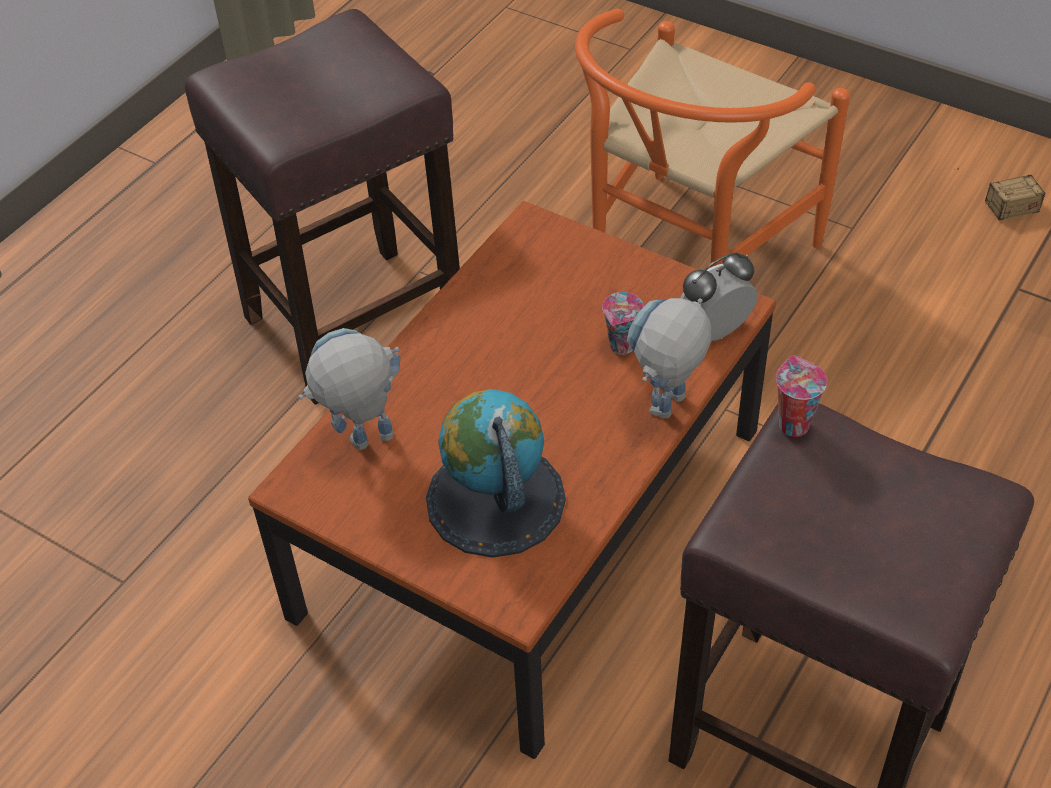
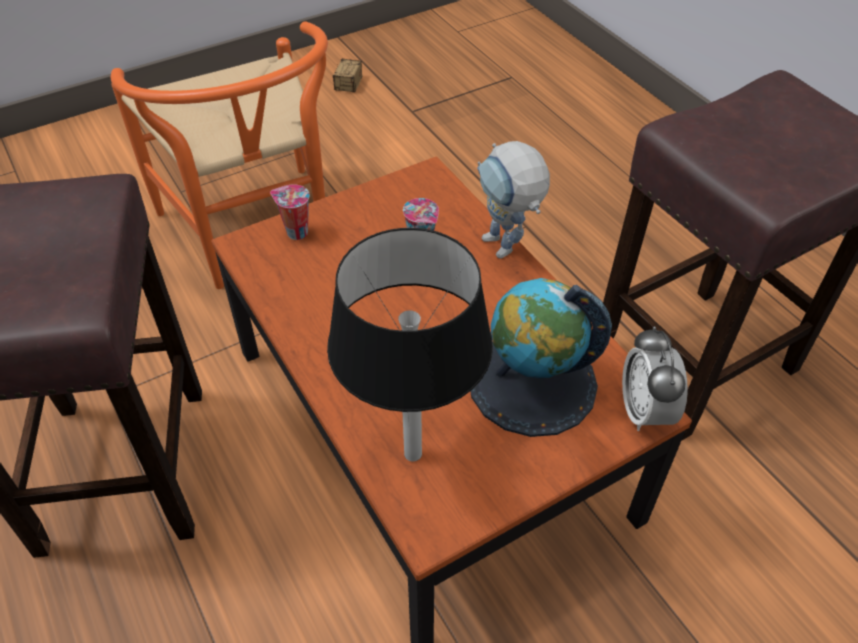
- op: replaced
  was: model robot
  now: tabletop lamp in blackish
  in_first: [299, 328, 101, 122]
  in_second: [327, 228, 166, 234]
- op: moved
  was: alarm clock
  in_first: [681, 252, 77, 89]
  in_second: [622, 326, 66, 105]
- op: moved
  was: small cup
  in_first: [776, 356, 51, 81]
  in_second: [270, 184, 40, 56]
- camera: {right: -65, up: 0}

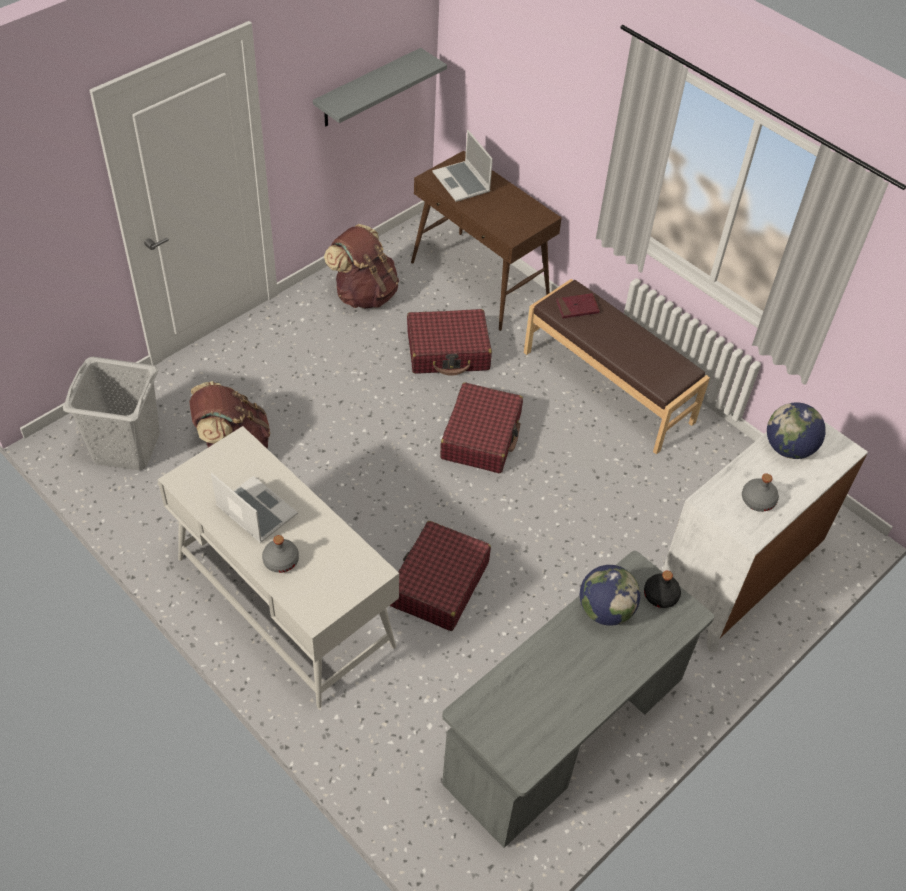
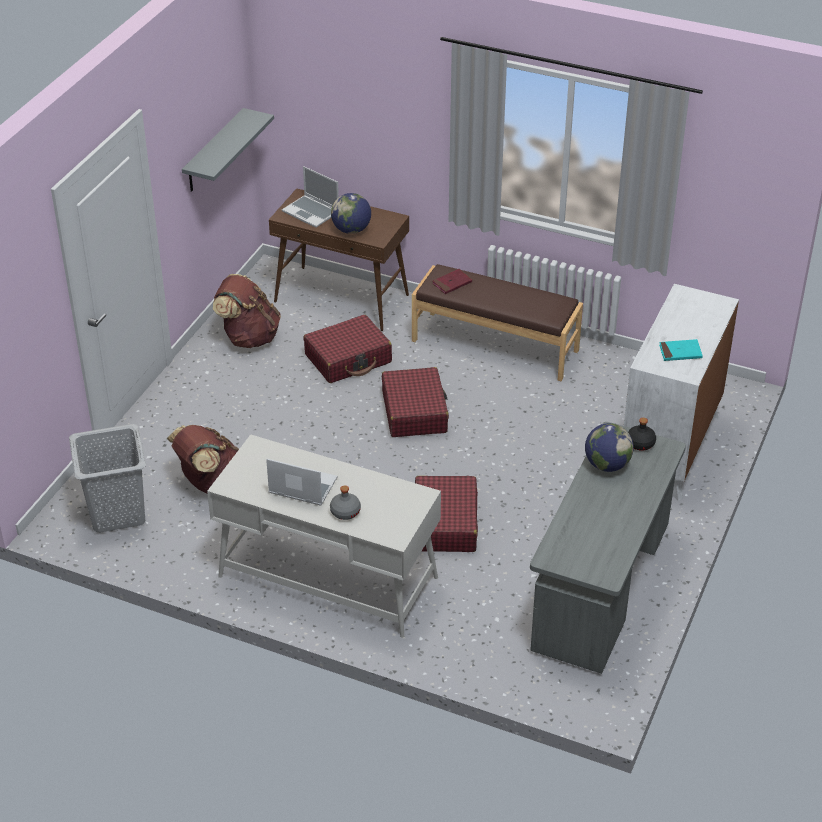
- op: replaced
  was: drink bottle in gray
  now: bound book in turquoise
  in_first: [742, 473, 37, 39]
  in_second: [659, 339, 43, 22]
- op: moved
  was: globe
  in_first: [767, 402, 59, 57]
  in_second: [331, 193, 40, 41]
- camera: {right: -20, up: -10}

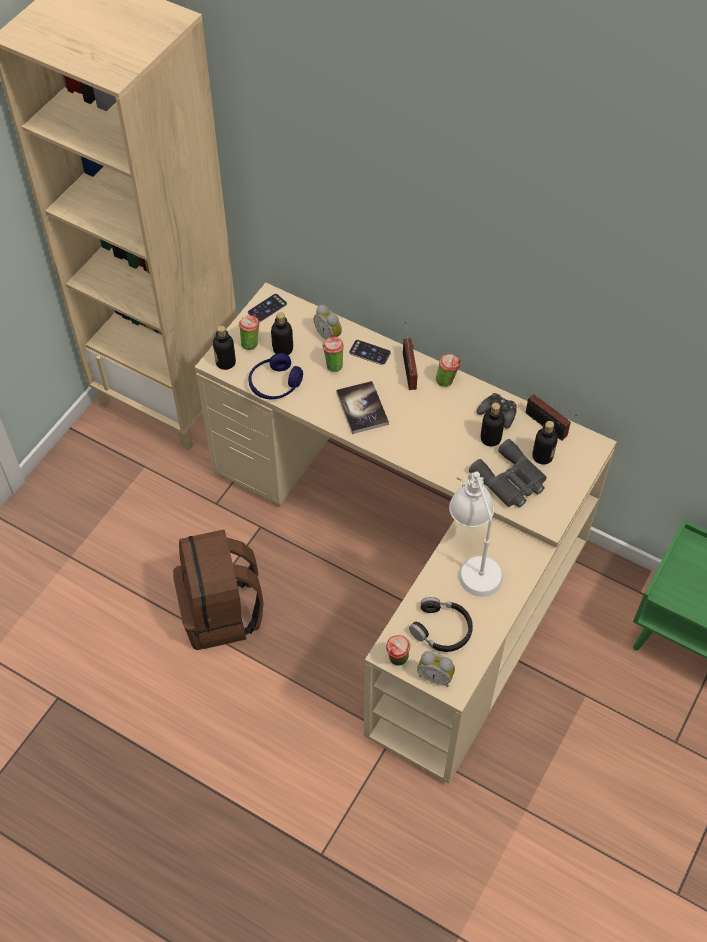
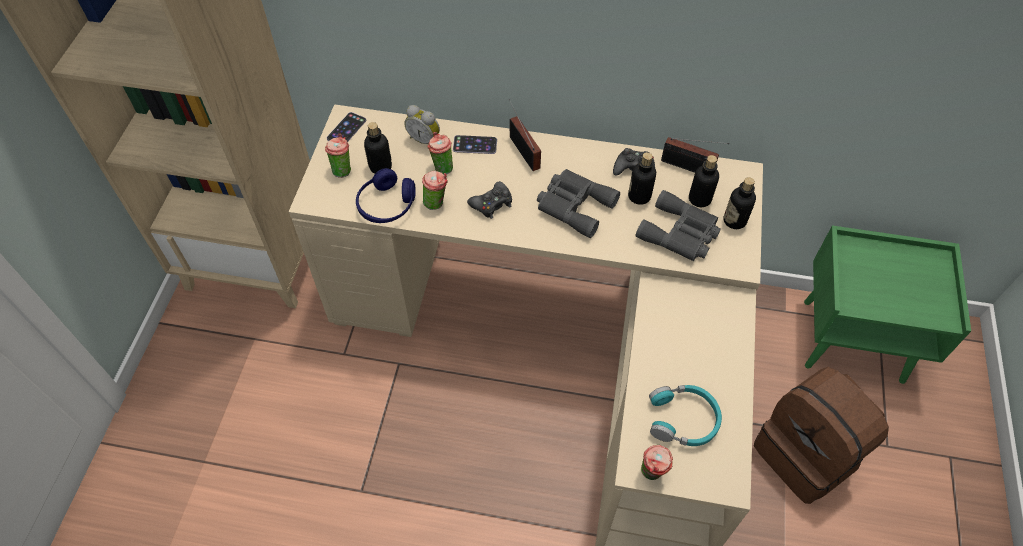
- op: moved
  was: knapsack in brown-coloured
  in_first: [173, 530, 91, 120]
  in_second: [754, 367, 135, 137]
- op: moved
  was: drink bottle
  in_first: [213, 326, 23, 44]
  in_second: [723, 177, 33, 52]
- op: replaced
  was: bound book
  now: gamepad in blackish
  in_first: [336, 381, 53, 53]
  in_second: [467, 181, 45, 38]
- op: recoloured
  was: headset in blackish
  now: headset in turquoise
  in_first: [409, 597, 64, 55]
  in_second: [649, 385, 73, 61]
- op: removed
  was: alarm clock
  in_first: [417, 651, 38, 36]
- op: moved
  was: small cup
  in_first: [436, 354, 25, 33]
  in_second: [422, 171, 26, 39]
- op: removed
  was: tabletop lamp in white-coloured
  in_first: [449, 472, 54, 125]
- op: added
  now: field glasses in gray
  in_second: [537, 169, 83, 69]
- camera: {right: -20, up: 0}

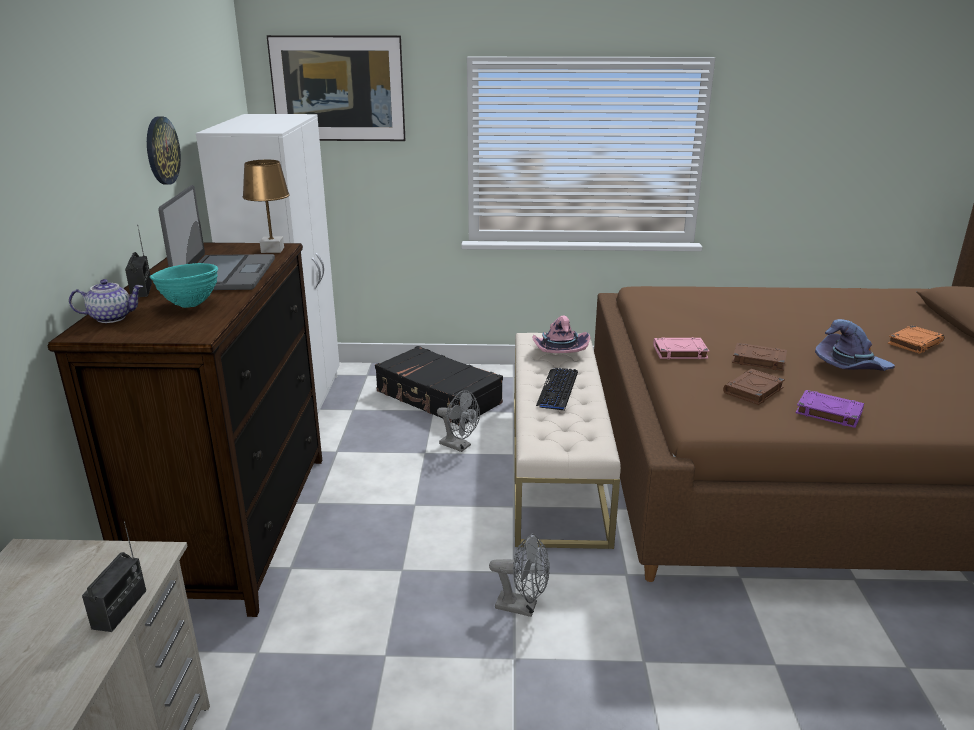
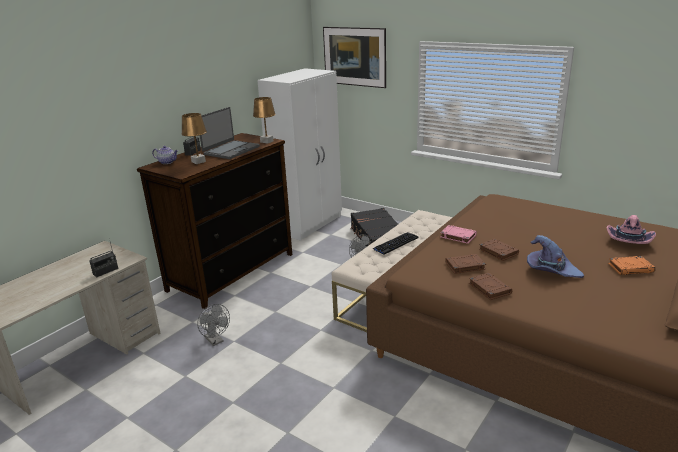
- op: removed
  was: clock on the wall
  in_first: [147, 116, 34, 68]
- op: replaced
  was: bowl in turquoise
  now: tabletop lamp in brown-coloured
  in_first: [150, 263, 68, 45]
  in_second: [181, 113, 26, 51]
- op: moved
  was: electric fan in gray
  in_first: [489, 534, 61, 83]
  in_second: [197, 304, 33, 42]
- op: moved
  was: hat in pink
  in_first: [532, 316, 58, 37]
  in_second: [607, 215, 49, 29]
- op: recoloured
  was: bound book in purple-coloured
  now: bound book in brown-coloured
  in_first: [796, 390, 68, 38]
  in_second: [469, 273, 43, 27]
- camera: {right: 35, up: 0}

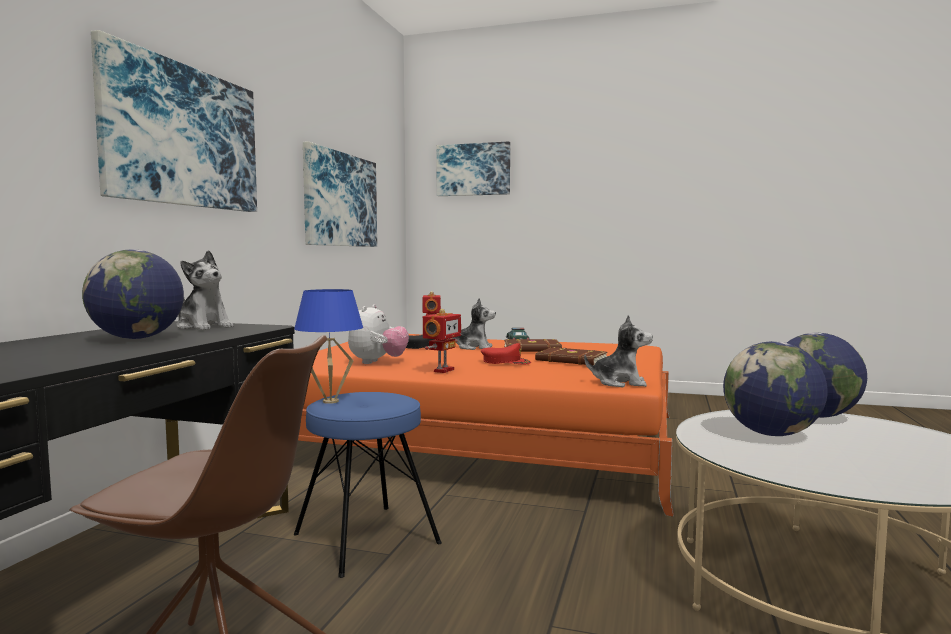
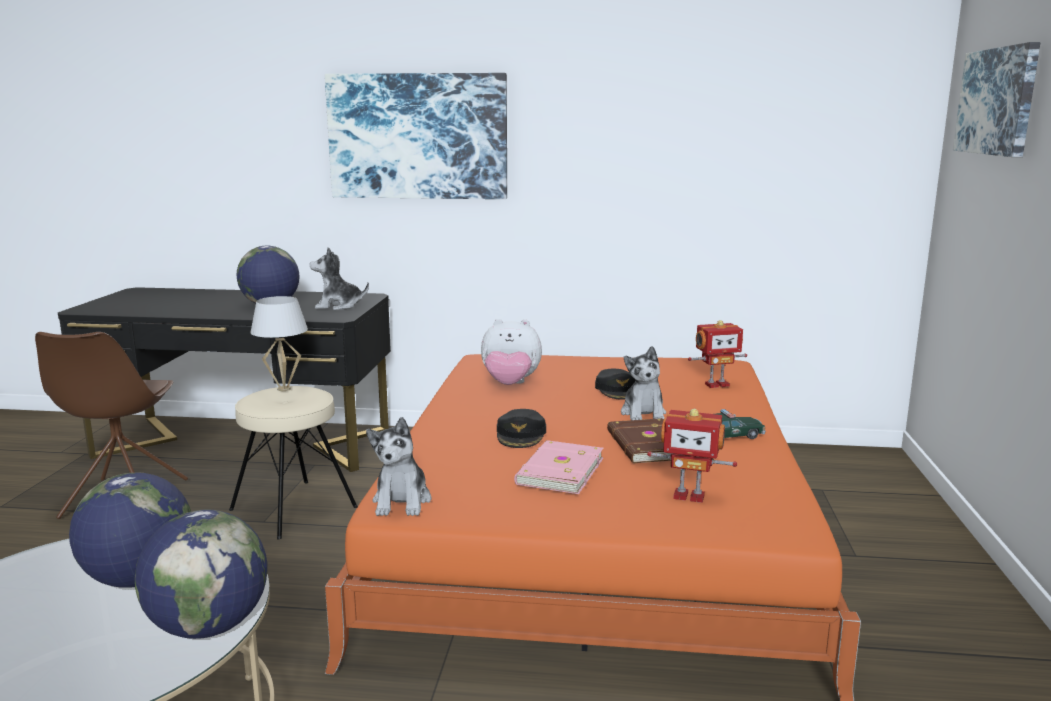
- op: turned
  was: soft toy
  in_first: [176, 250, 58, 80]
  in_second: [310, 247, 59, 63]
  clockwise: 60
- op: recoloured
  was: tabletop lamp in blue
  now: tabletop lamp in white-coloured
  in_first: [294, 289, 69, 115]
  in_second: [250, 296, 58, 95]
- op: recoloured
  was: sitting stool in blue
  now: sitting stool in sand-coloured
  in_first: [294, 392, 148, 186]
  in_second: [229, 386, 129, 153]
- op: removed
  was: wall picture
  in_first: [303, 141, 74, 106]
- op: moved
  was: model robot
  in_first: [423, 309, 38, 64]
  in_second: [647, 409, 90, 94]
- op: recoloured
  was: peaked cap in red
  now: peaked cap in blackish
  in_first: [481, 343, 50, 21]
  in_second: [497, 409, 49, 39]
- op: recoloured
  was: bound book in brown-coloured
  now: bound book in pink
  in_first: [535, 347, 72, 19]
  in_second: [514, 440, 89, 54]
- camera: {right: 80, up: 10}

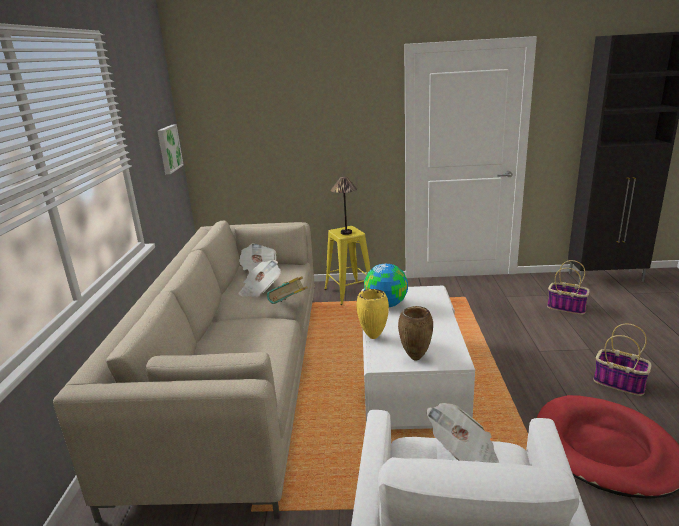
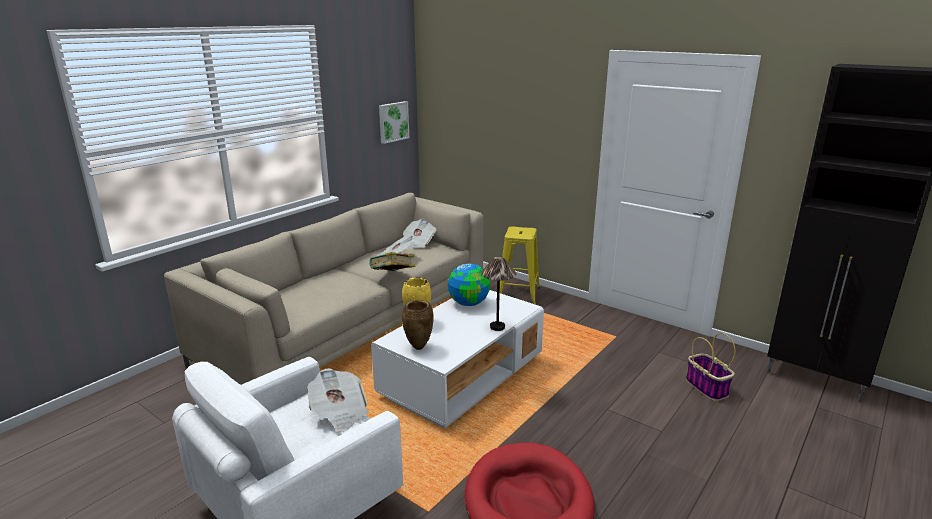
- op: moved
  was: tabletop lamp
  in_first: [331, 177, 26, 58]
  in_second: [481, 256, 35, 75]
- op: removed
  was: basket
  in_first: [594, 323, 58, 73]
- camera: {right: 35, up: 0}

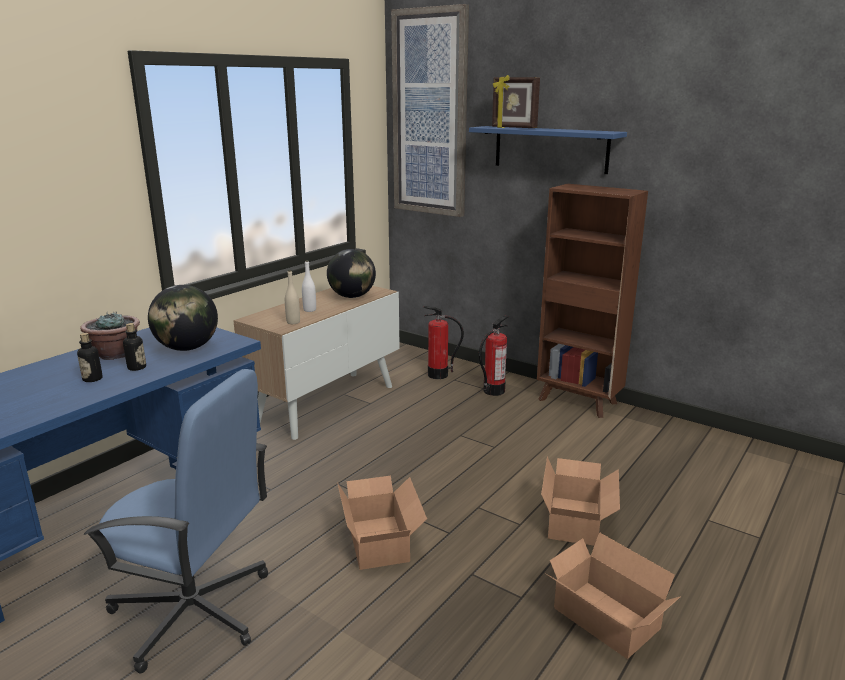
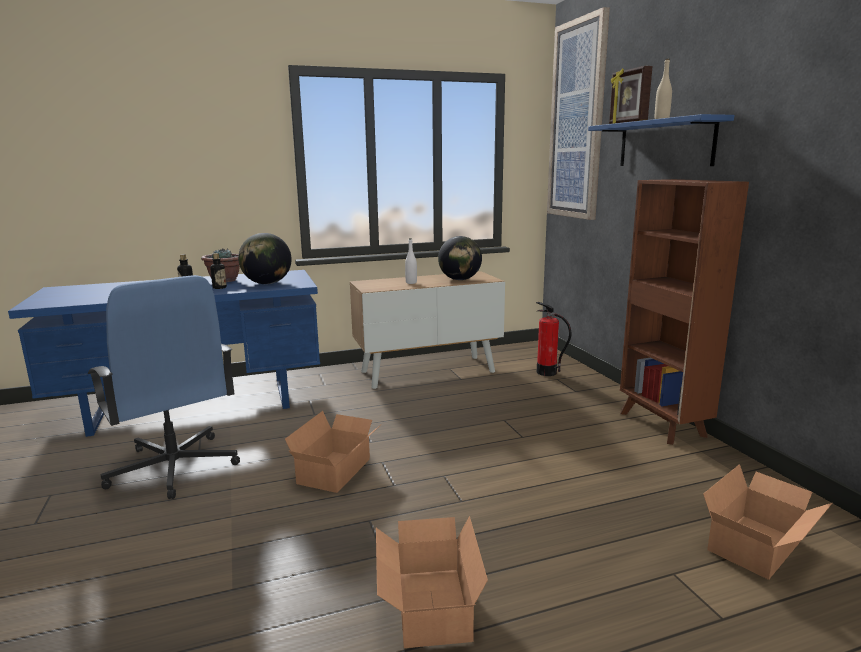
- op: moved
  was: drink bottle in sand-coloured
  in_first: [285, 270, 15, 54]
  in_second: [655, 59, 17, 60]
- op: removed
  was: fire extinguisher
  in_first: [479, 316, 29, 80]
- op: moved
  was: carton
  in_first: [541, 456, 79, 90]
  in_second: [703, 464, 129, 116]
- camera: {right: 35, up: -5}

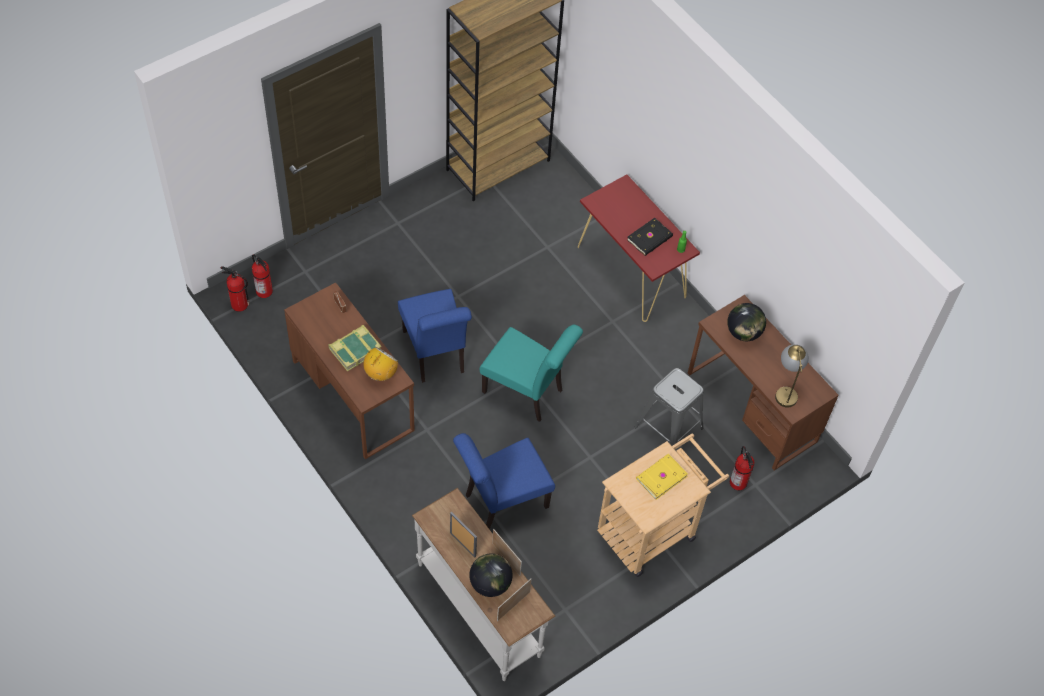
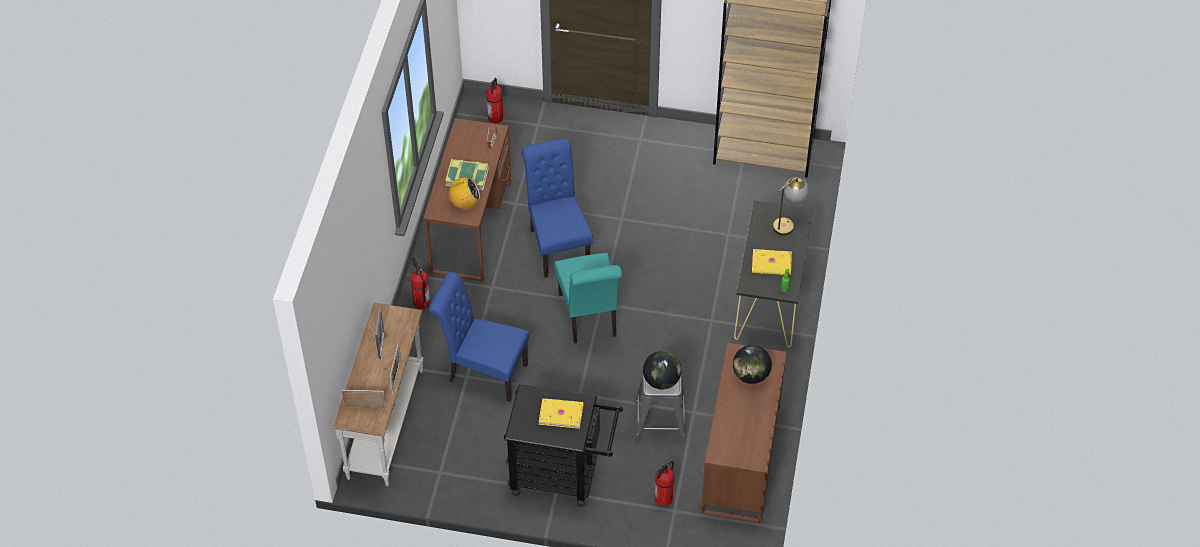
- op: moved
  was: fire extinguisher
  in_first: [220, 266, 30, 46]
  in_second: [411, 257, 19, 52]
- op: turned
  was: plain chair in blue
  in_first: [398, 289, 74, 94]
  in_second: [522, 138, 71, 140]
  clockwise: 135
- op: moved
  was: globe
  in_first: [469, 553, 44, 44]
  in_second: [643, 351, 39, 39]
- op: recoloured
  was: narrow table in red
  now: narrow table in blackish
  in_first: [578, 174, 122, 148]
  in_second: [734, 200, 79, 148]
- op: recoloured
  was: trolley in sand-coloured
  now: trolley in blackish
  in_first: [597, 433, 132, 144]
  in_second: [504, 384, 119, 123]
- op: recoloured
  was: bound book in blackish
  now: bound book in yellow-coloured
  in_first: [627, 218, 46, 38]
  in_second: [752, 249, 40, 26]
- op: moved
  was: tabletop lamp
  in_first: [775, 344, 34, 63]
  in_second: [773, 177, 36, 59]
- camera: {right: 50, up: -5}

